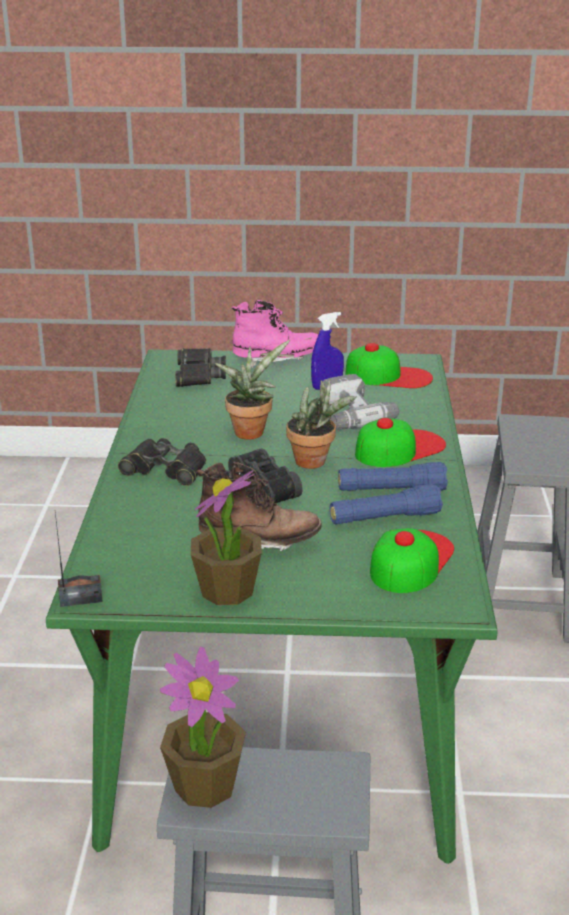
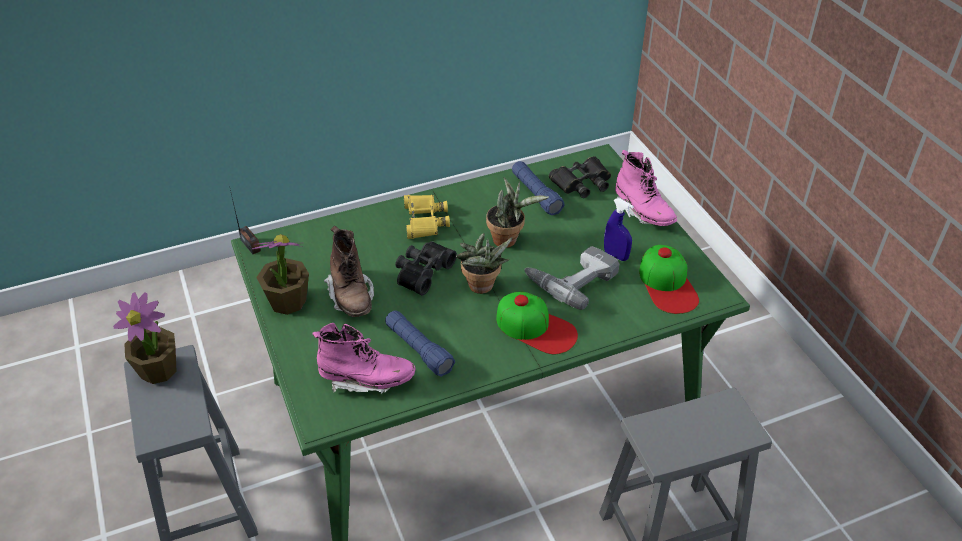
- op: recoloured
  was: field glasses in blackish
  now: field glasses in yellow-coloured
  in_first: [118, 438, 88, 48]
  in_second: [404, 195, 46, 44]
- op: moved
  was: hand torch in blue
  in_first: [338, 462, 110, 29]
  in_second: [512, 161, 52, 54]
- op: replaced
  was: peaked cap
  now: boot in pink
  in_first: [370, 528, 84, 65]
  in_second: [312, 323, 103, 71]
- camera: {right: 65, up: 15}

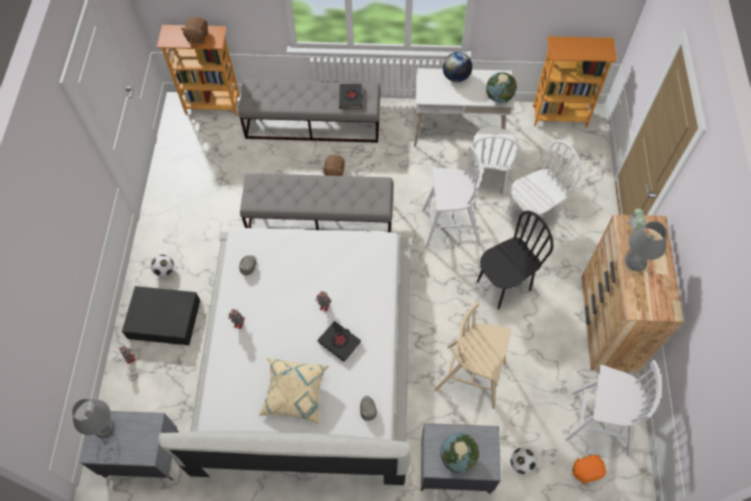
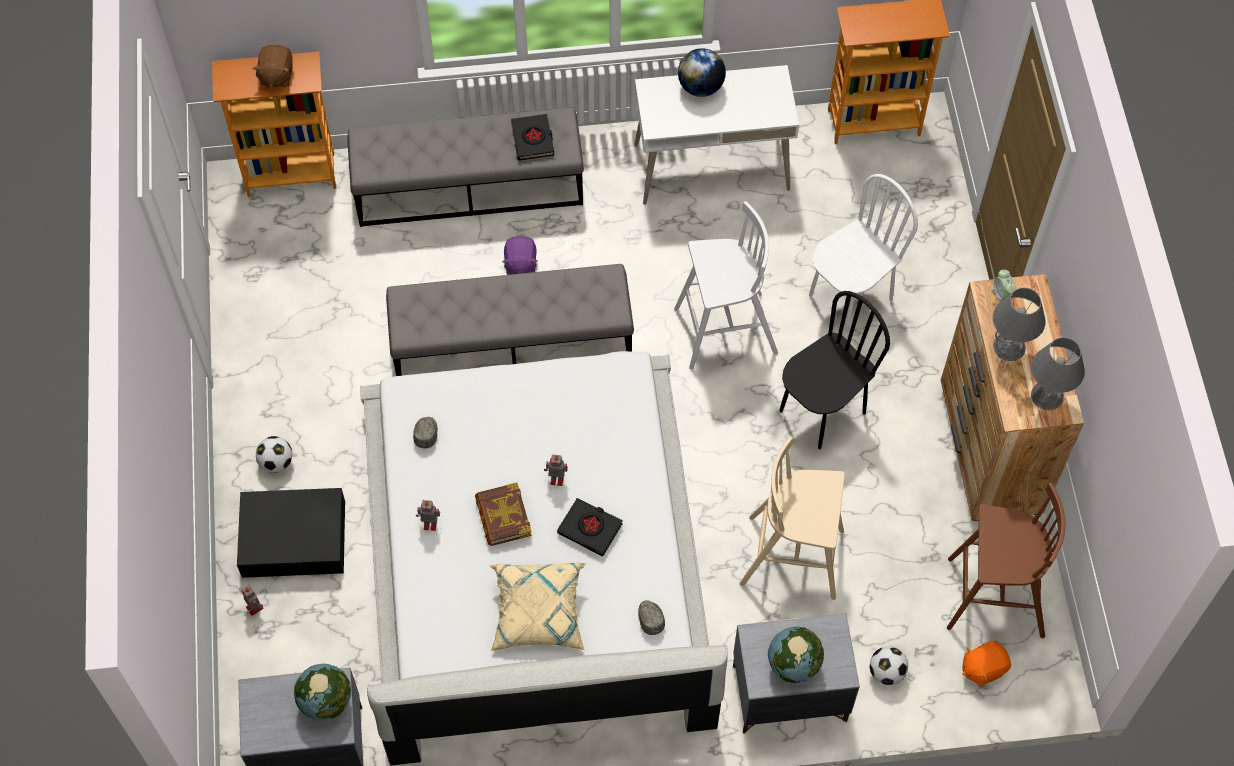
- op: moved
  was: tabletop lamp in gray
  in_first: [72, 399, 44, 40]
  in_second: [1031, 337, 54, 73]
- op: recoloured
  was: soft toy in brown-coloured
  now: soft toy in purple-coloured
  in_first: [322, 155, 23, 21]
  in_second: [502, 236, 35, 39]
- op: removed
  was: plain chair in white-coloured
  in_first: [472, 127, 49, 68]
- op: moved
  was: globe
  in_first: [486, 72, 31, 31]
  in_second: [294, 664, 57, 56]
- op: recoloured
  was: sitting stool in white-coloured
  now: sitting stool in brown-coloured
  in_first: [565, 360, 97, 97]
  in_second: [947, 483, 118, 155]
- op: added
  now: bound book
  in_second: [475, 482, 57, 64]
- camera: {right: -10, up: 0}

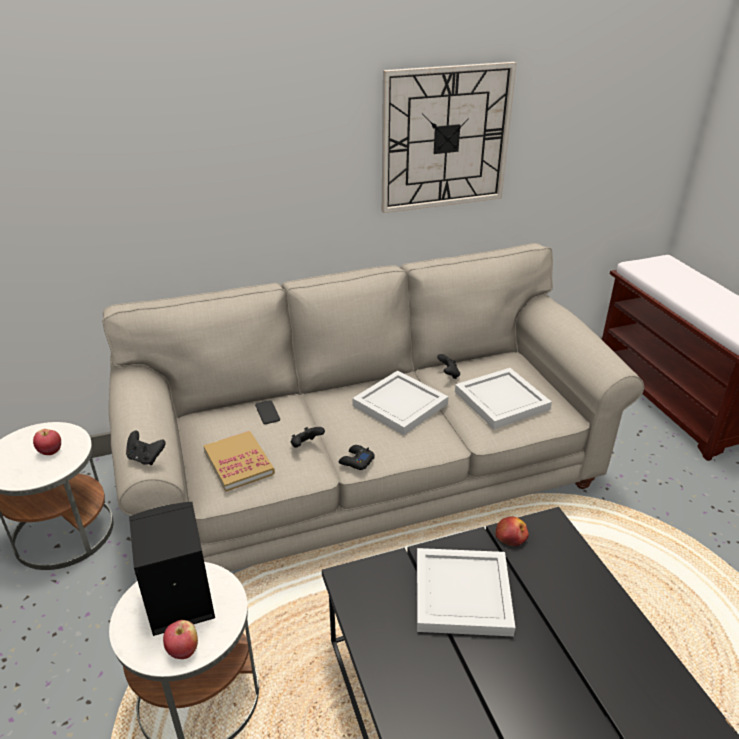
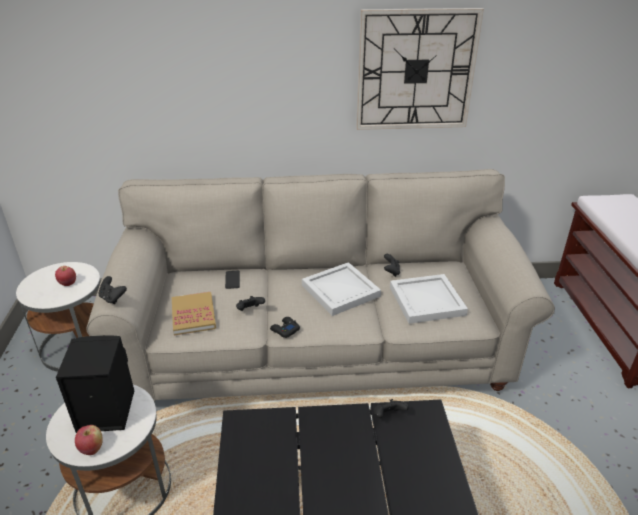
- op: removed
  was: carrying tray in white-coloured
  in_first: [417, 548, 98, 89]
- op: replaced
  was: apple fruit
  now: gamepad in blackish
  in_first: [495, 517, 34, 29]
  in_second: [374, 399, 35, 19]
- camera: {right: 15, up: 0}

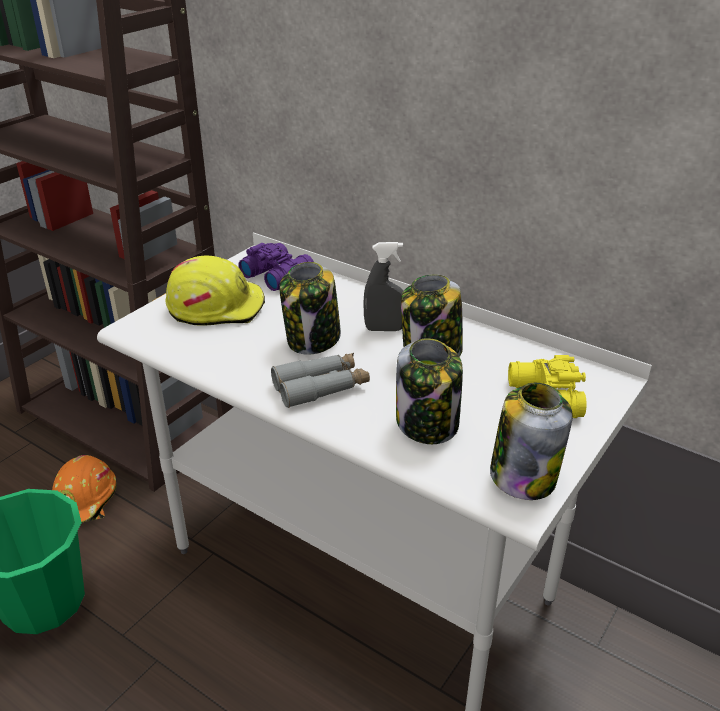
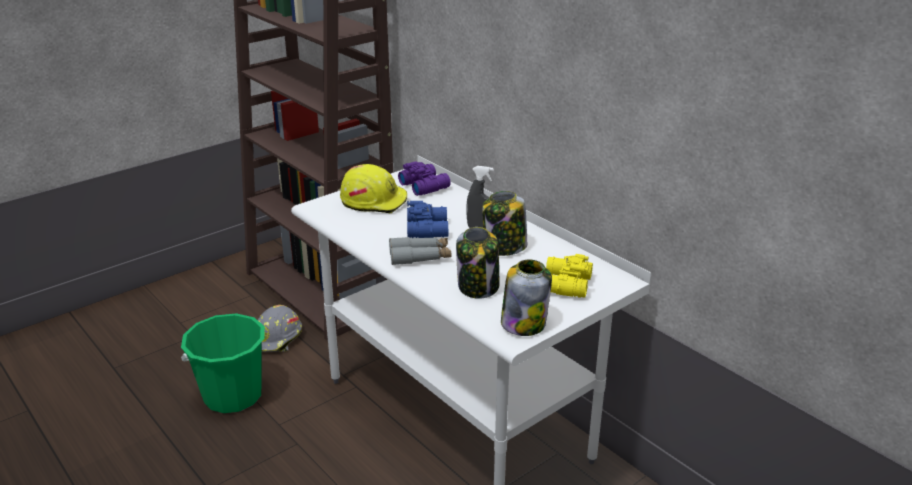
- op: recoloured
  was: work helmet in orangey
  now: work helmet in gray
  in_first: [52, 455, 64, 67]
  in_second: [258, 305, 44, 47]
- op: replaced
  was: preserve jar
  now: field glasses in blue
  in_first: [279, 262, 62, 93]
  in_second: [407, 201, 41, 37]
- camera: {right: 15, up: -5}

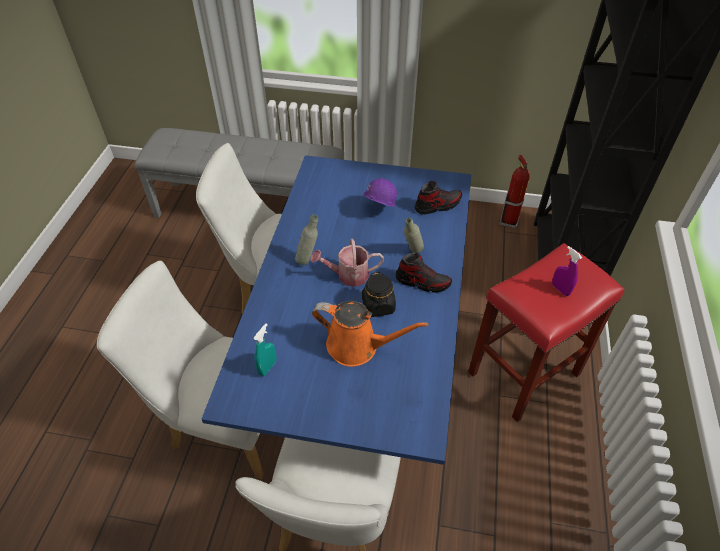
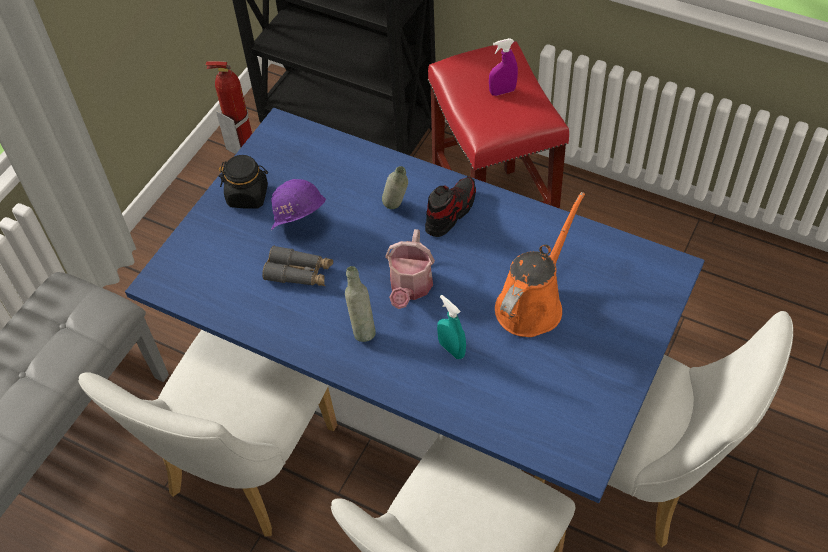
- op: moved
  was: hand sprayer in turquoise
  in_first: [253, 323, 24, 53]
  in_second: [437, 295, 29, 64]
- op: moved
  was: preserve jar in blackish
  in_first: [362, 272, 34, 45]
  in_second: [219, 155, 49, 54]
- op: removed
  was: low shoe
  in_first: [415, 181, 47, 33]
- op: added
  now: field glasses in gray
  in_second: [262, 246, 71, 40]
- camera: {right: -70, up: 5}

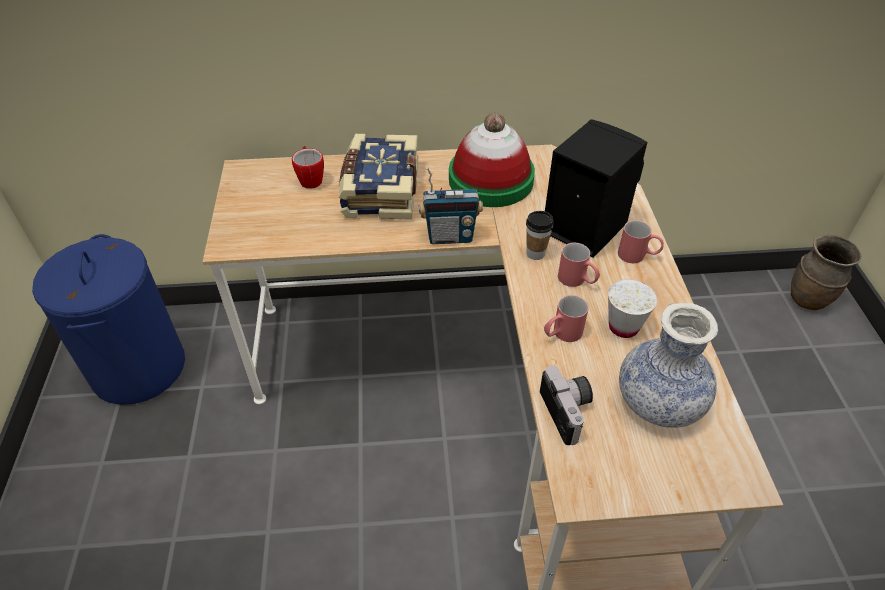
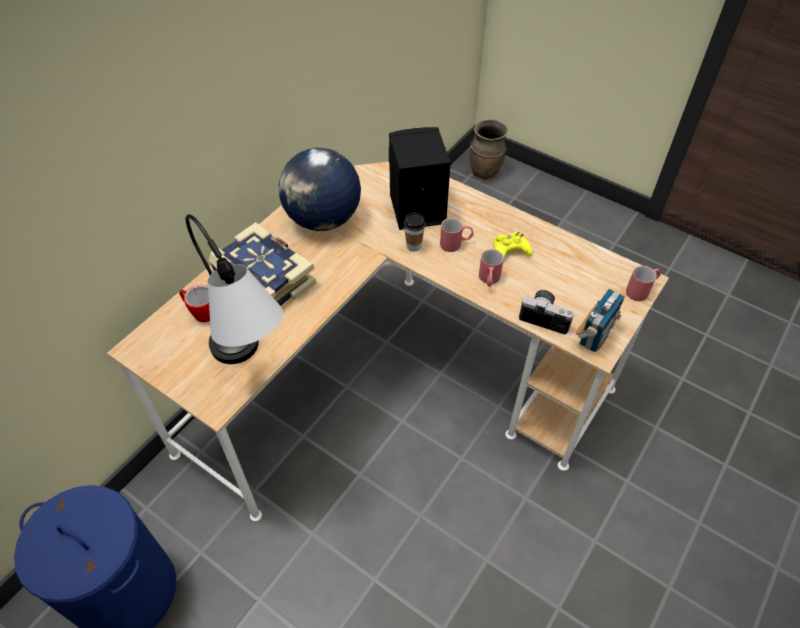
- op: moved
  was: radio
  in_first: [419, 167, 64, 77]
  in_second: [576, 289, 49, 63]
- op: replaced
  was: hat
  now: globe
  in_first: [449, 112, 86, 95]
  in_second: [279, 148, 82, 83]
- op: replaced
  was: small cup in white-coloured
  now: gamepad in yellow-coloured
  in_first: [608, 279, 49, 59]
  in_second: [493, 232, 40, 26]
- op: moved
  was: tea mug in red
  in_first: [618, 220, 46, 43]
  in_second: [626, 266, 35, 35]
- op: removed
  was: decorative vase
  in_first: [619, 303, 99, 125]
- op: added
  now: tabletop lamp
  in_second: [185, 214, 98, 150]
- camera: {right: -50, up: 5}

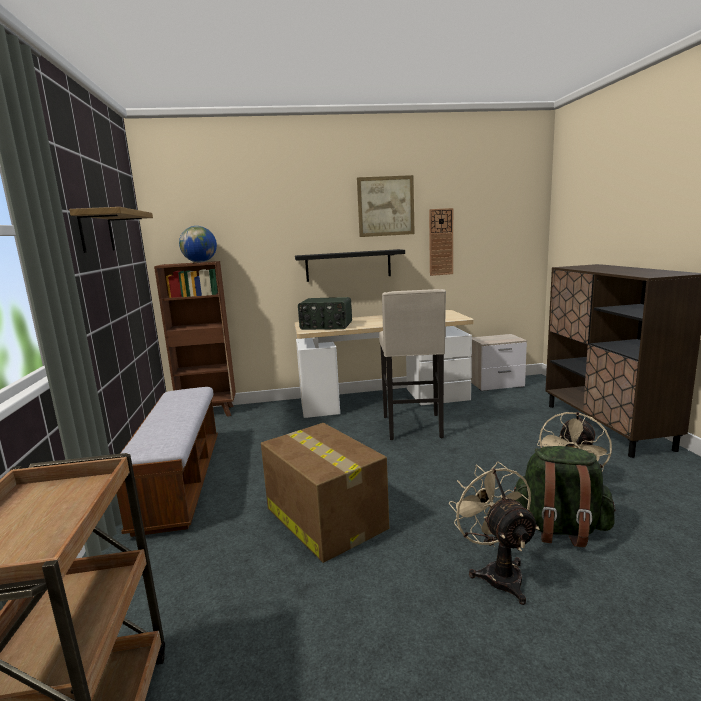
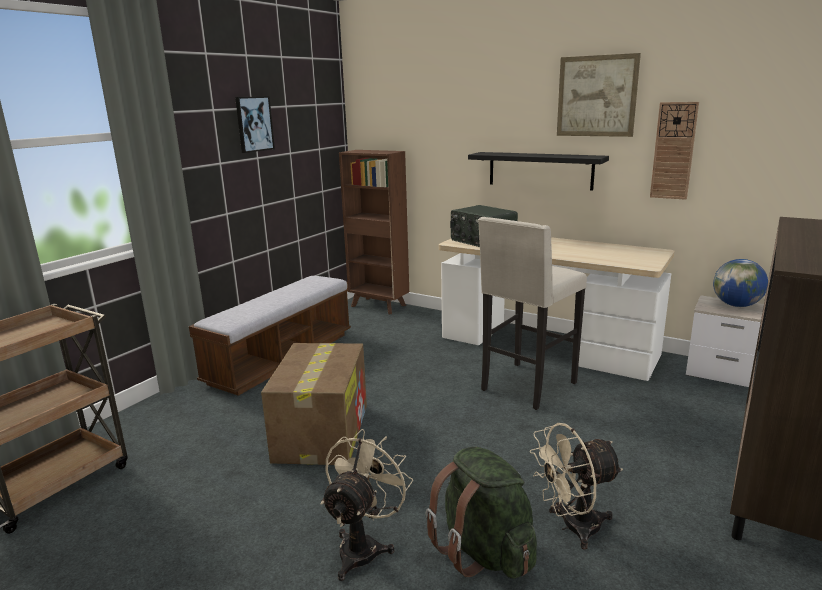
- op: replaced
  was: shelf
  now: wall picture
  in_first: [69, 207, 84, 46]
  in_second: [235, 96, 40, 57]
- op: moved
  was: globe
  in_first: [179, 226, 38, 36]
  in_second: [713, 259, 55, 48]
- camera: {right: 40, up: 5}

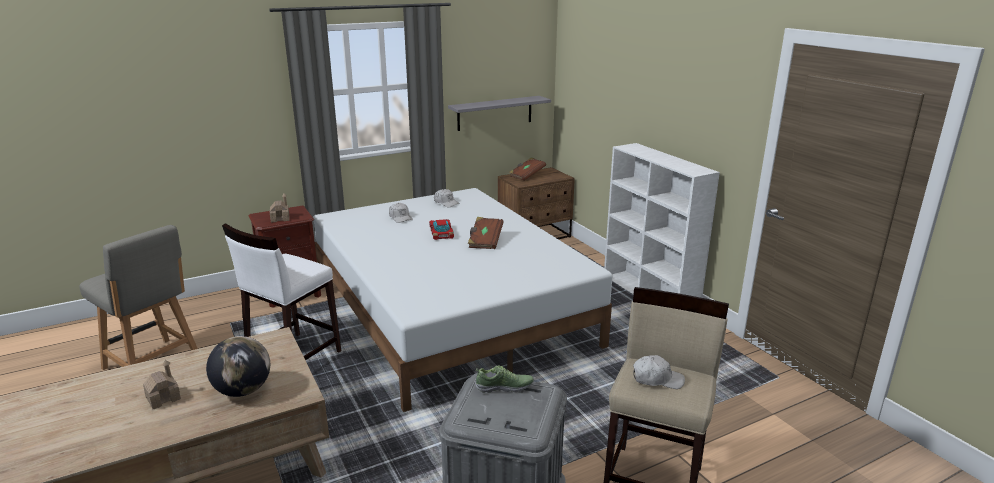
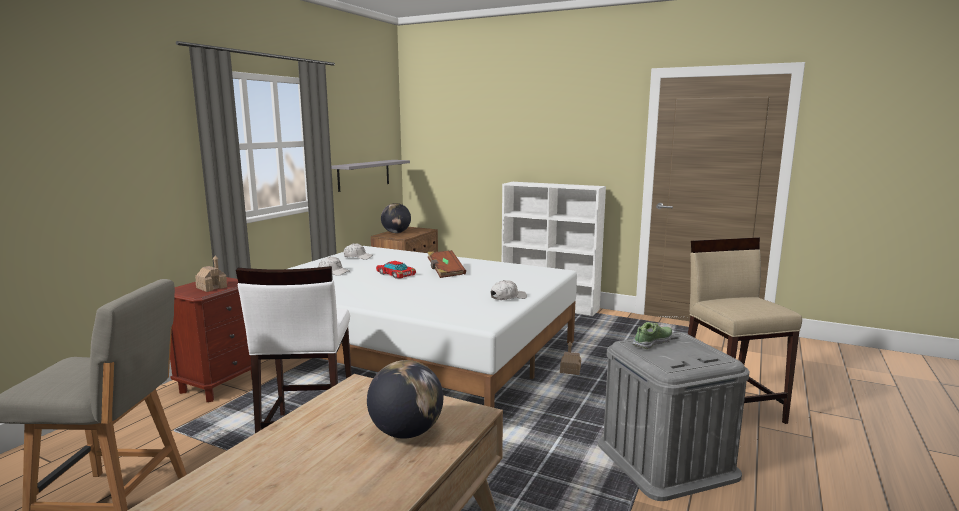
- op: moved
  was: toy house
  in_first: [143, 360, 38, 49]
  in_second: [560, 342, 21, 33]
- op: replaced
  was: bound book in brown-coloured
  now: globe
  in_first: [509, 157, 37, 23]
  in_second: [381, 203, 30, 30]
- op: moved
  was: peaked cap in white-coloured
  in_first: [633, 355, 52, 34]
  in_second: [491, 280, 36, 20]
- camera: {right: -35, up: -10}

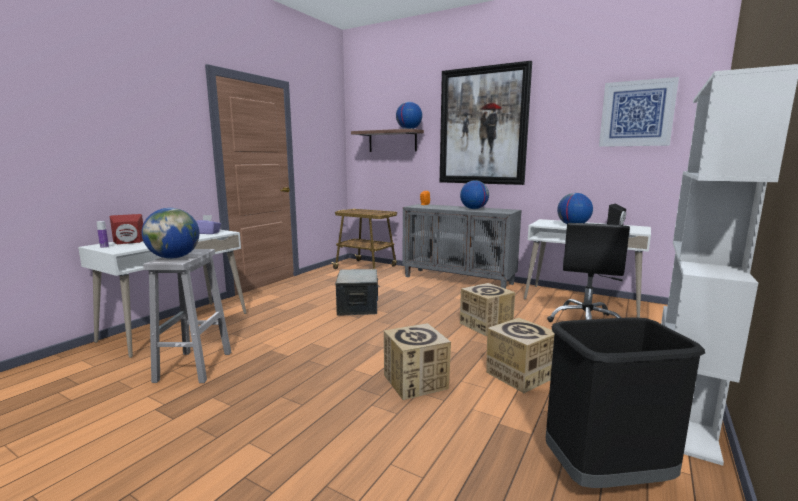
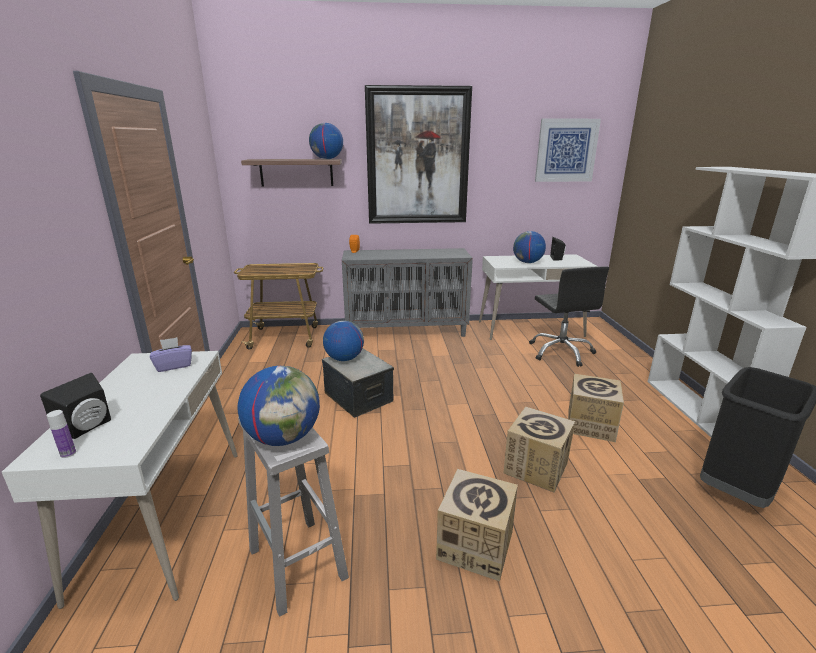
- op: recoloured
  was: speaker in red
  now: speaker in blackish
  in_first: [110, 214, 33, 30]
  in_second: [40, 373, 71, 66]
- op: moved
  was: globe
  in_first: [460, 180, 29, 29]
  in_second: [323, 320, 41, 41]
- op: moved
  was: carton
  in_first: [460, 283, 55, 53]
  in_second: [436, 469, 82, 112]
- camera: {right: -35, up: 10}

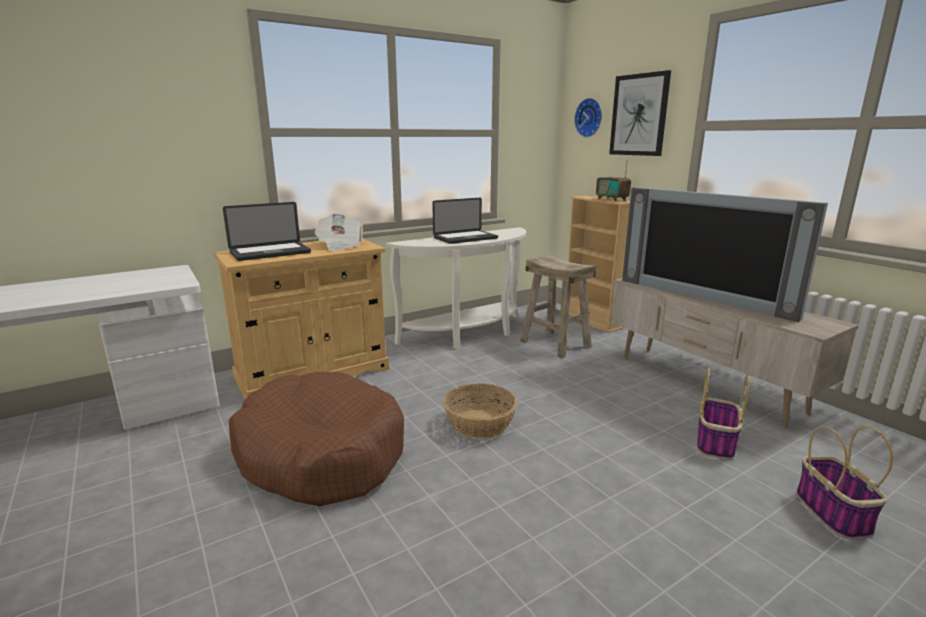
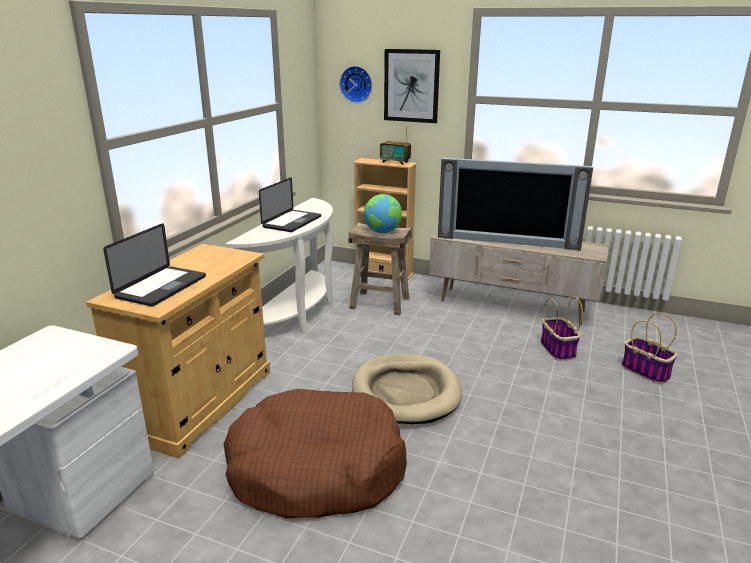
- op: removed
  was: newspaper
  in_first: [314, 214, 49, 37]
- op: replaced
  was: basket
  now: pet bed in sand-coloured
  in_first: [443, 383, 74, 56]
  in_second: [352, 354, 110, 70]
- op: added
  now: globe
  in_second: [364, 194, 38, 39]
- camera: {right: -35, up: 5}

